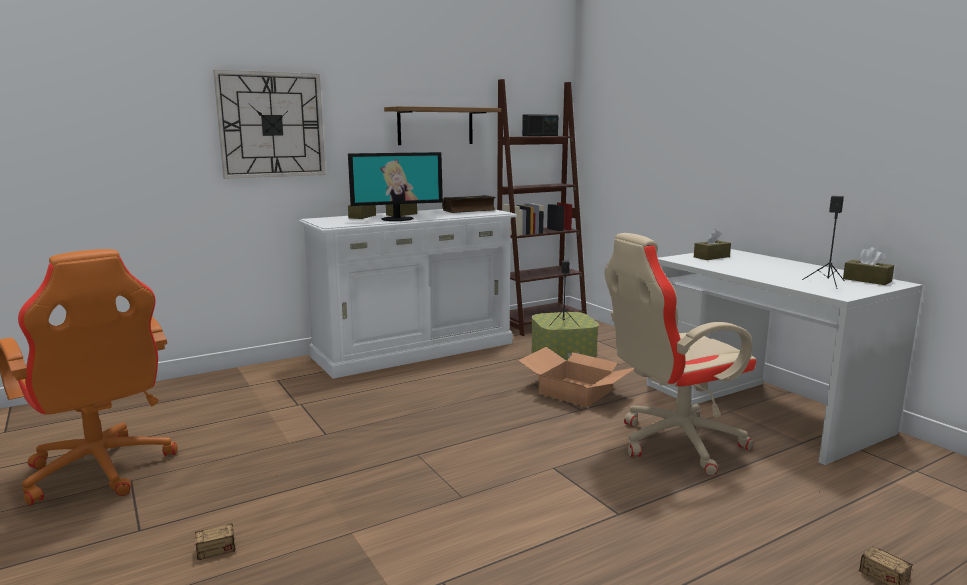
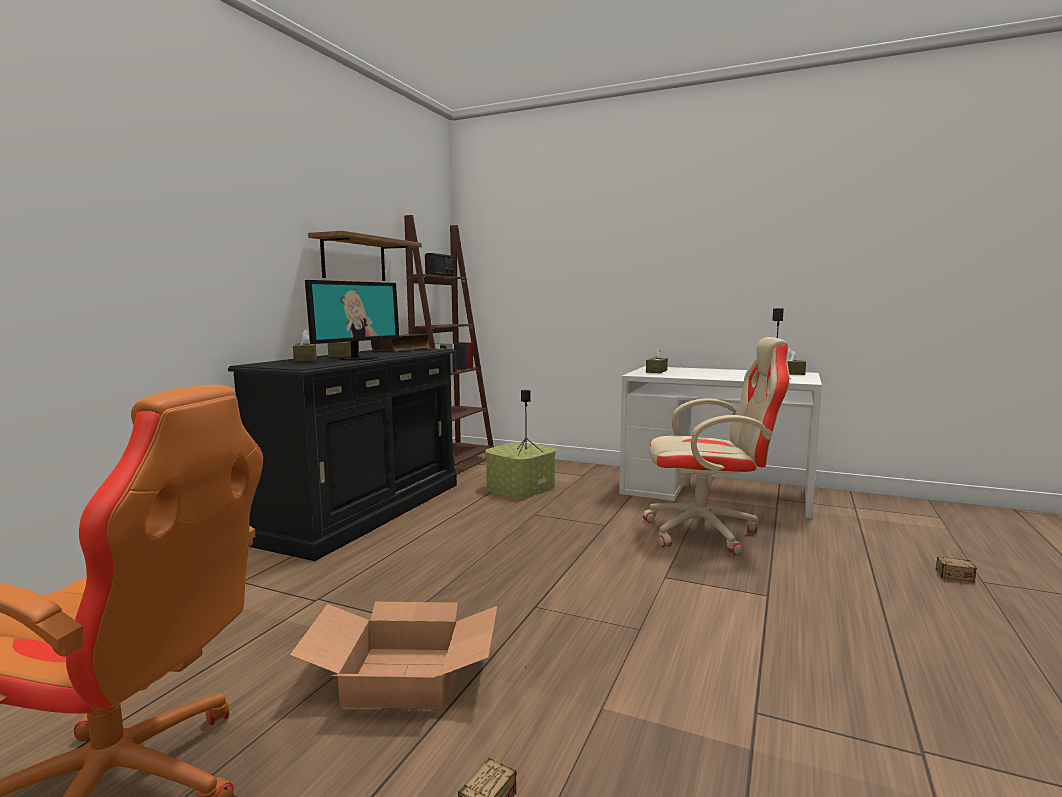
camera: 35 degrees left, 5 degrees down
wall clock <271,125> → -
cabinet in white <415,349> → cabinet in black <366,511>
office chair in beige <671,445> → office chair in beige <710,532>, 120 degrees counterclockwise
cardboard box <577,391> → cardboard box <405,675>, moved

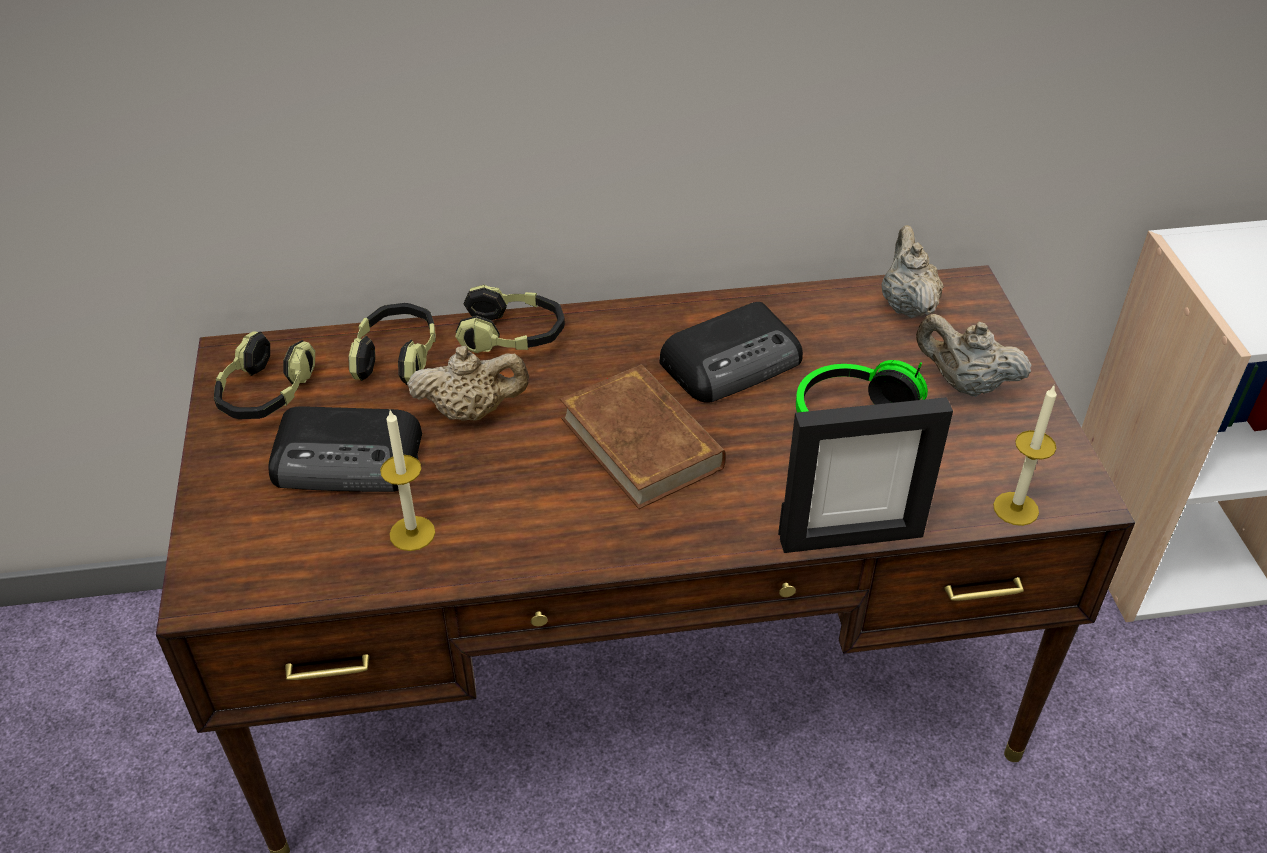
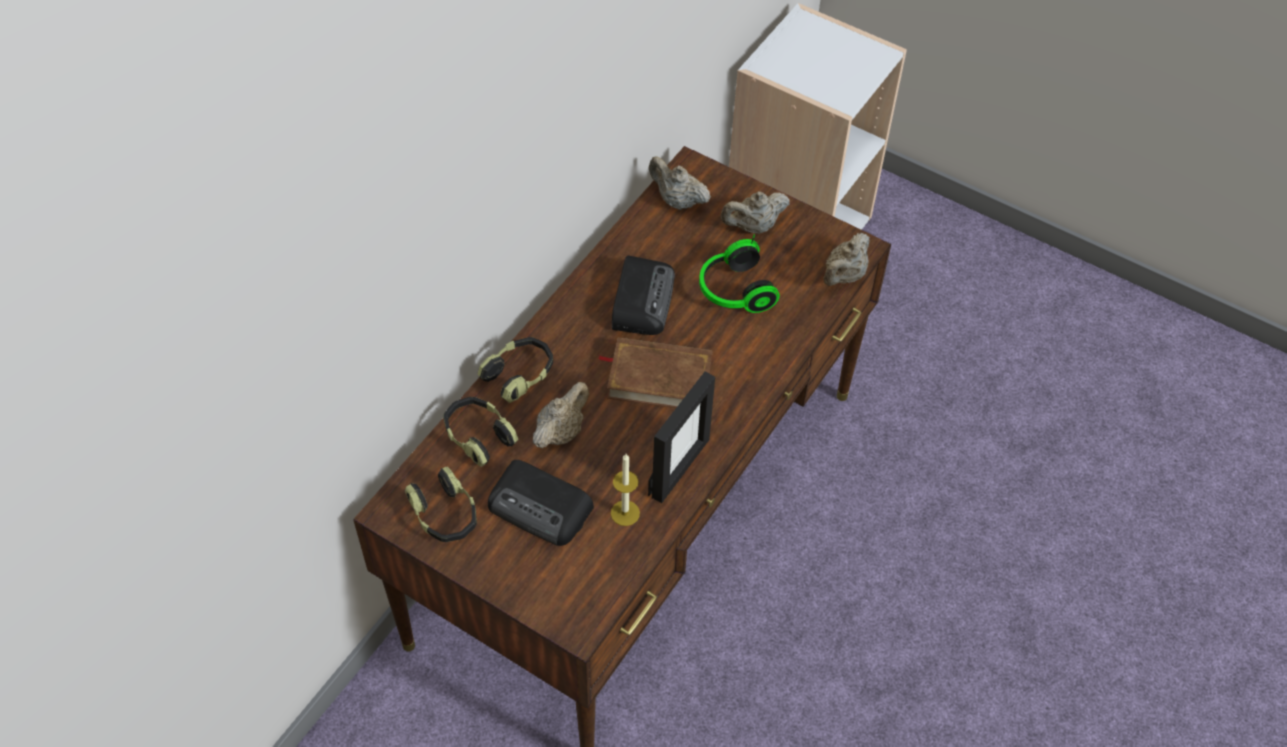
camera: 50 degrees left, 10 degrees up
candle <1016,508> → teapot in beige <844,276>
picture frame <850,535> → picture frame <679,467>, moved
radio <349,460> → radio <541,507>, 75 degrees clockwise

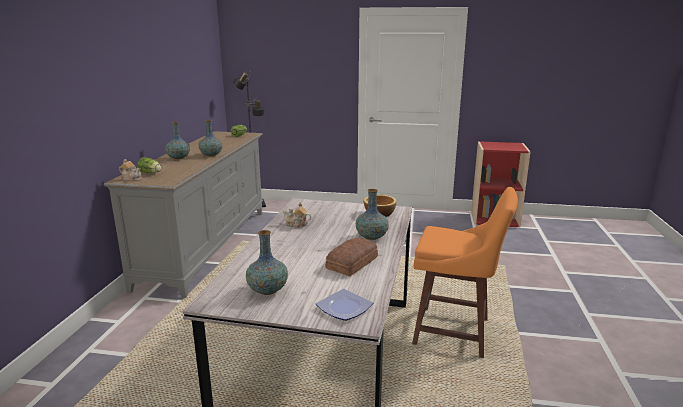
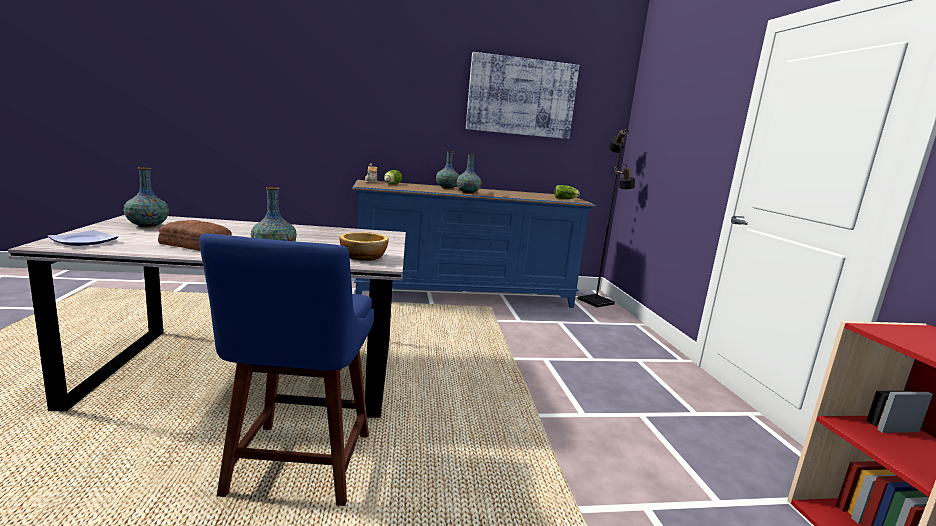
camera: 70 degrees right, 5 degrees down
cabinet in grey <208,246> → cabinet in blue <464,295>
stool in orange <456,332> → stool in blue <297,467>
teapot <296,225> → -
- → picture <521,97>

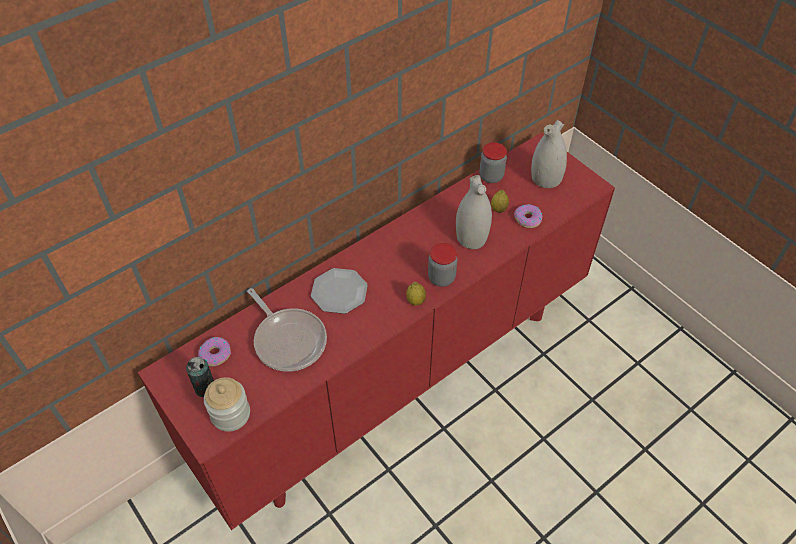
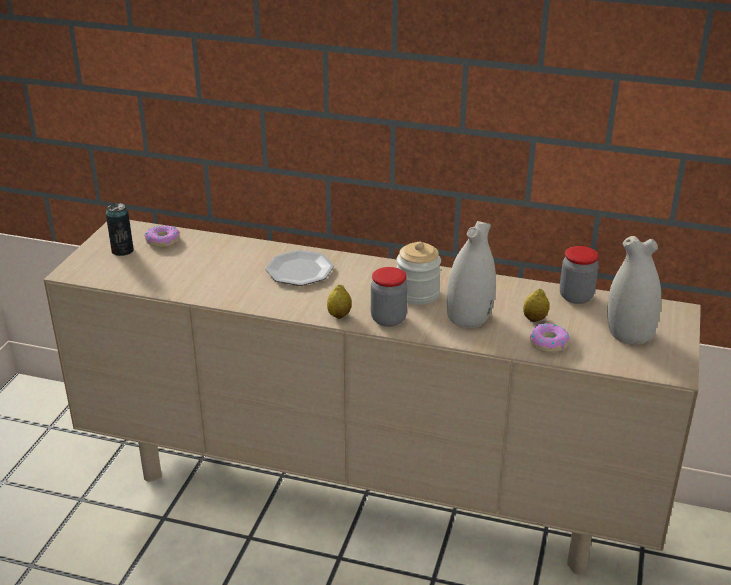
camera: 55 degrees right, 20 degrees down
cabinet in red <397,378> → cabinet in beige <367,489>
frying pan <288,340> → -
jar <230,414> → jar <417,294>, moved

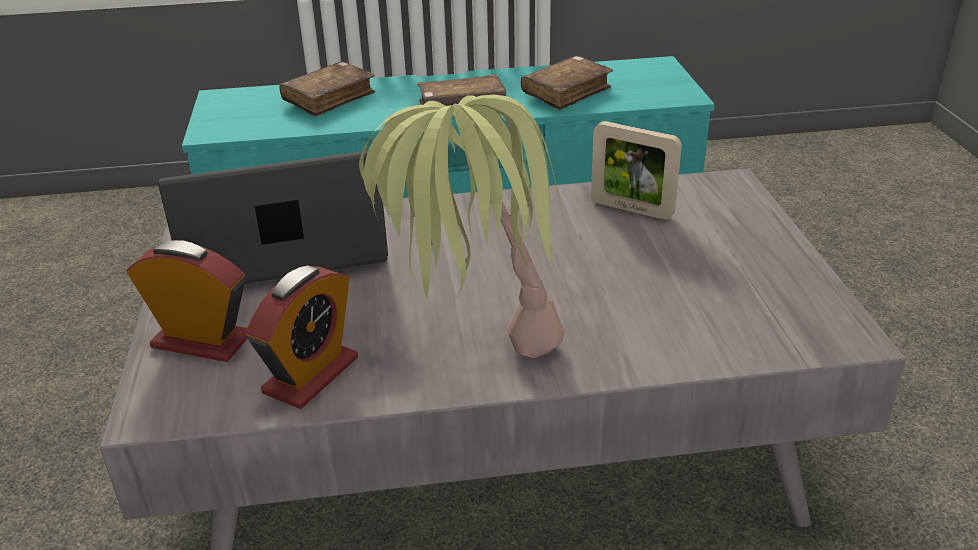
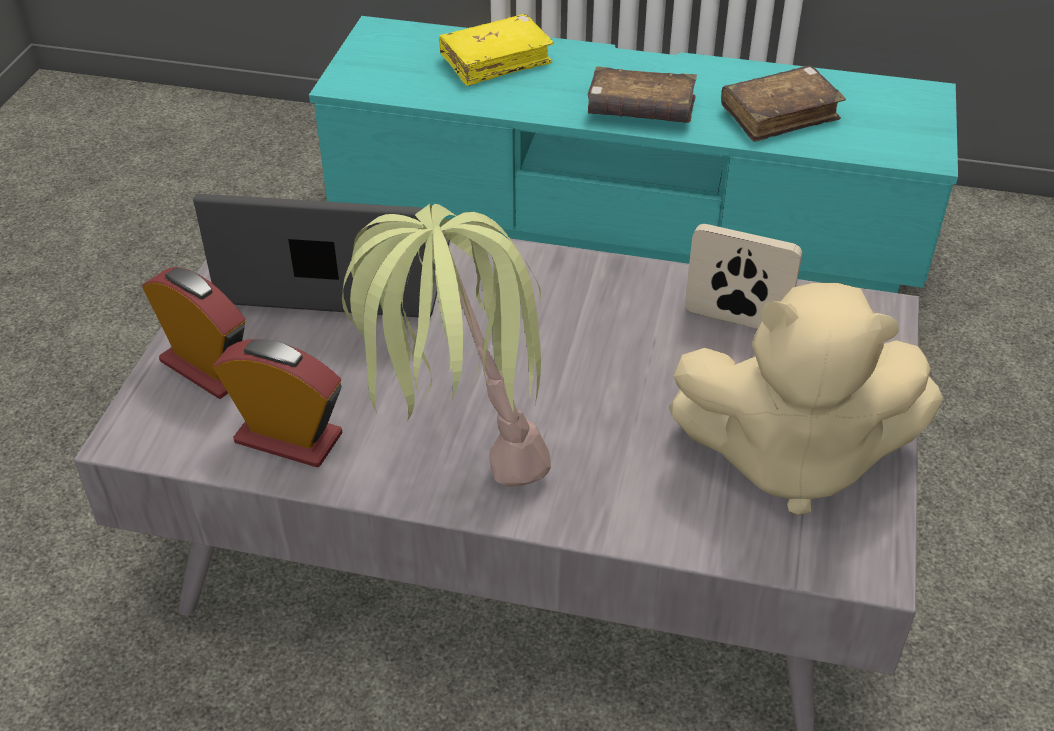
camera: 20 degrees right, 10 degrees up
book in brown <329,98> → book in yellow <496,60>
picture frame <631,209> → picture frame <735,319>, 150 degrees clockwise
alarm clock <311,375> → alarm clock <288,438>, 120 degrees counterclockwise
- → plush toy in beige <791,457>

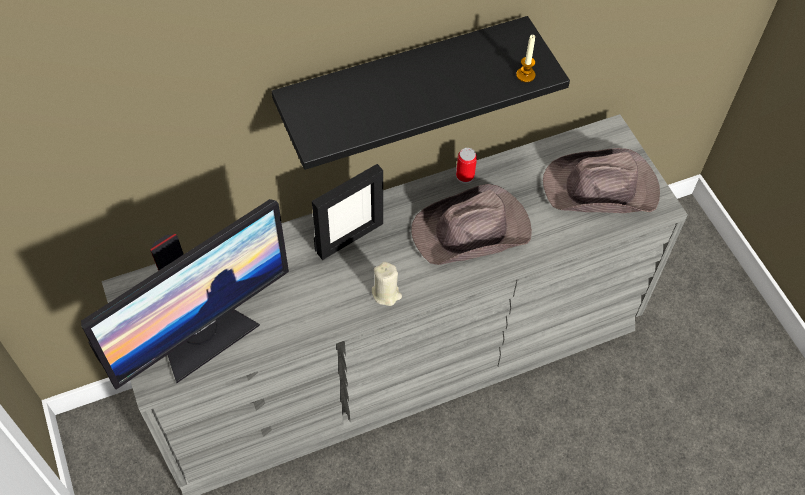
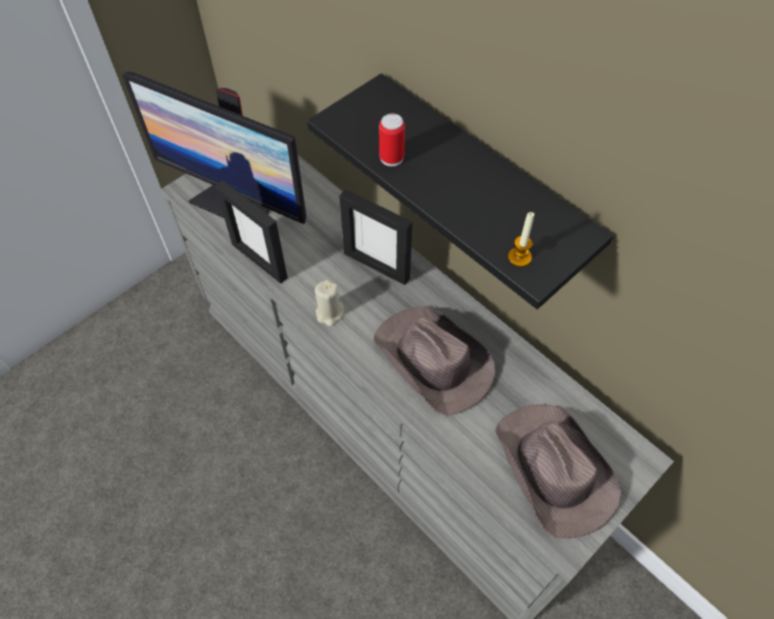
camera: 70 degrees right, 0 degrees up
can <465,176> → can <391,157>, moved
- → picture frame <260,260>

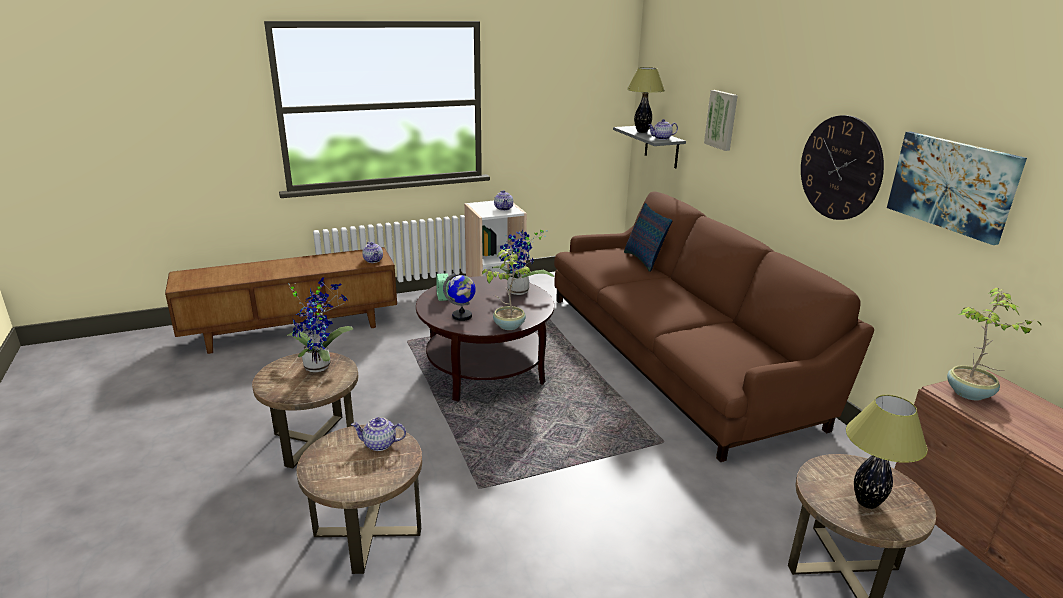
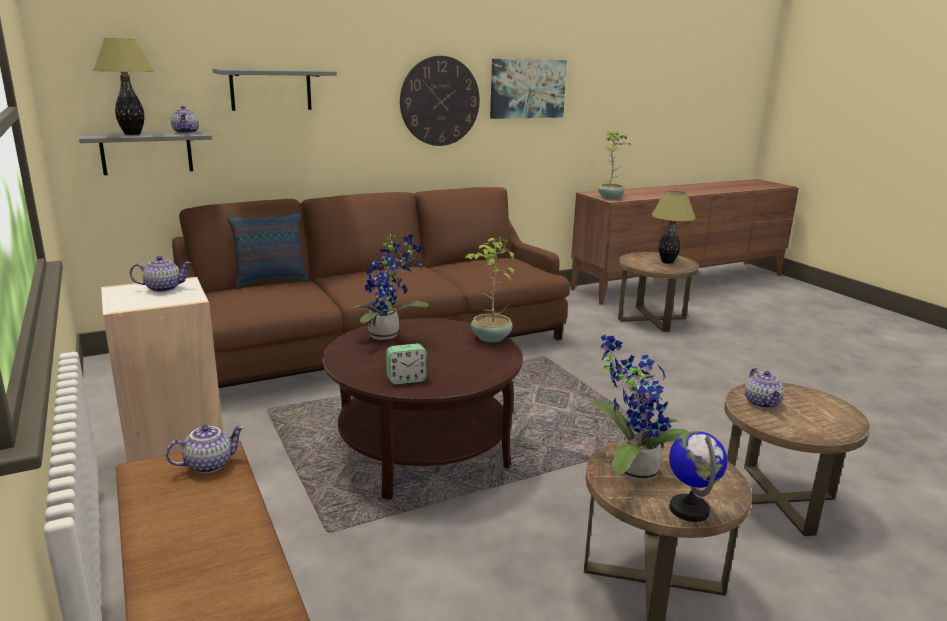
camera: 95 degrees left, 5 degrees down
picture <722,120> → shelf in grey <271,89>
globe <462,316> → globe <689,509>, moved

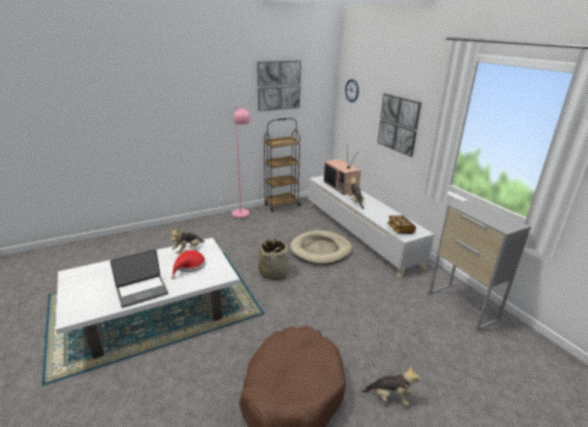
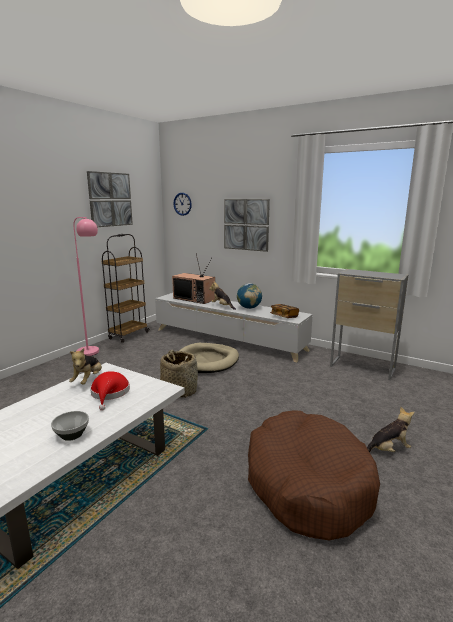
camera: 30 degrees left, 10 degrees down
laptop <142,291> → bowl <72,434>
- → globe <249,308>

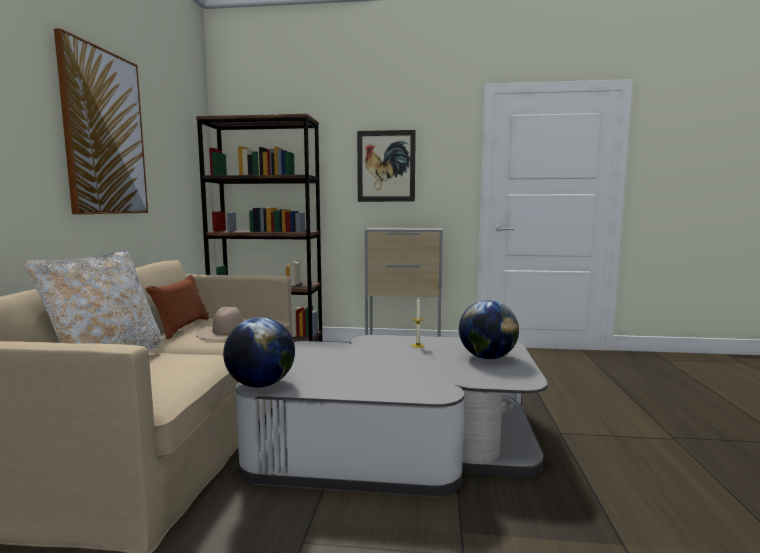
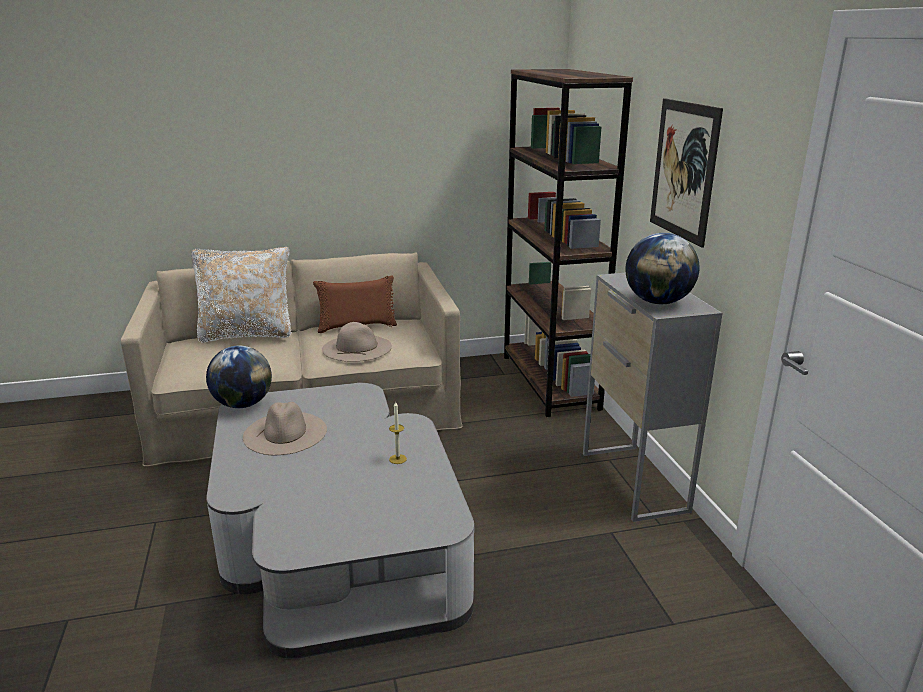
camera: 70 degrees right, 15 degrees up
picture <104,133> → -
globe <487,357> → globe <658,302>, moved
- → hat in beige <285,433>

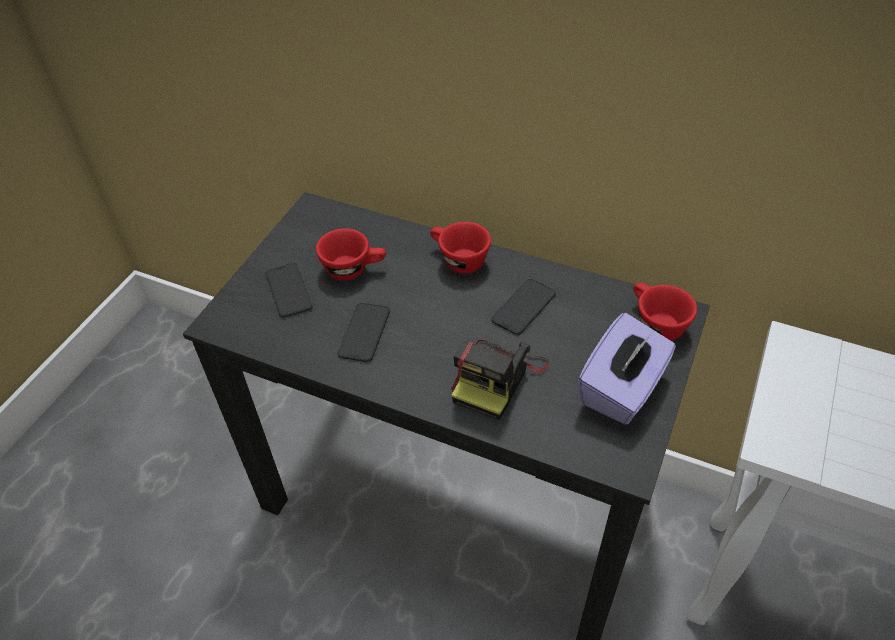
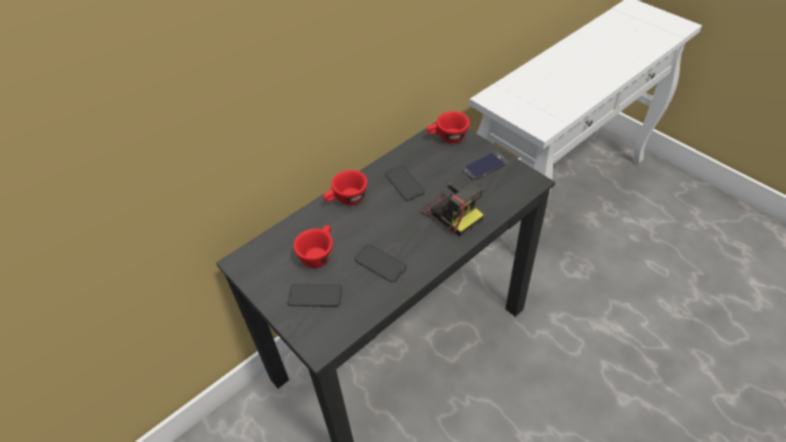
camera: 65 degrees left, 0 degrees up
tissue box in purple <622,389> → phone <484,166>

